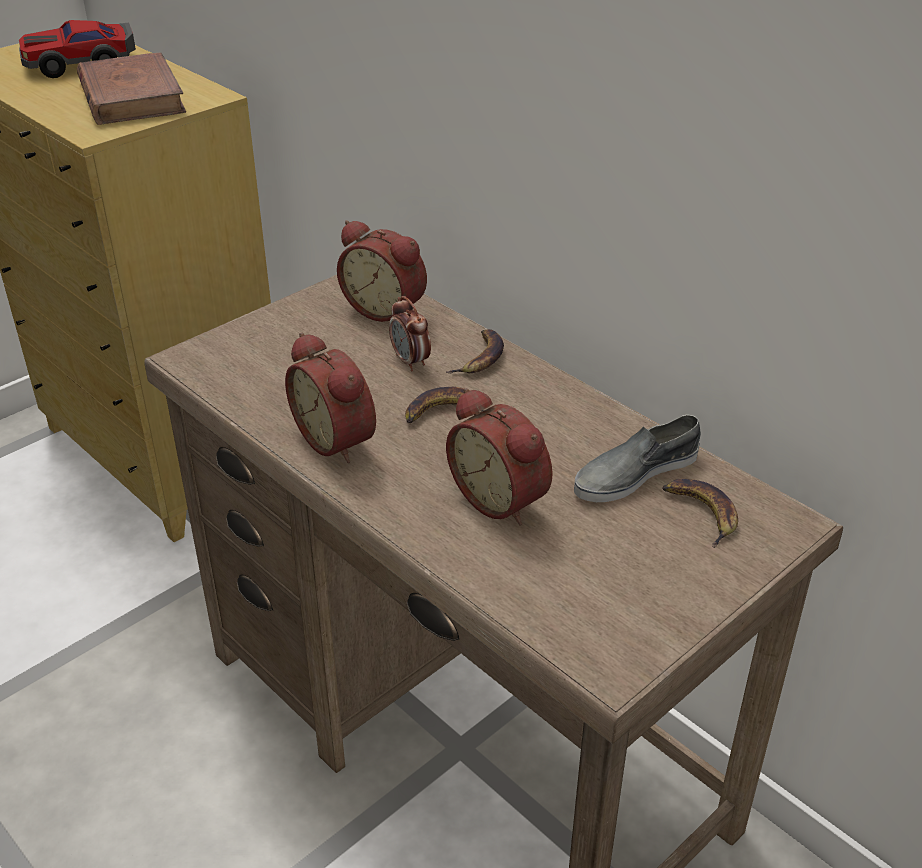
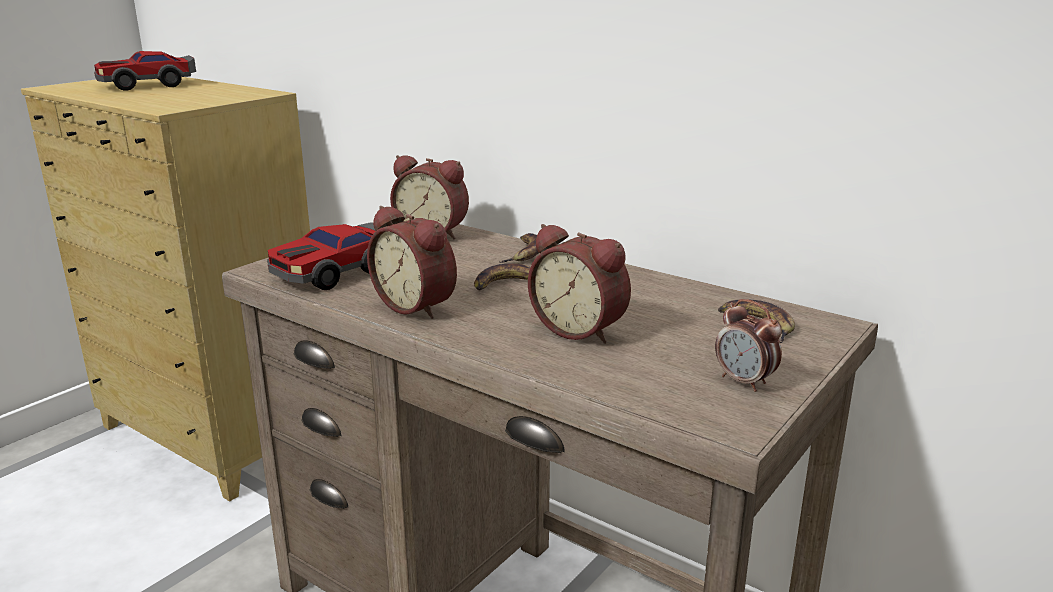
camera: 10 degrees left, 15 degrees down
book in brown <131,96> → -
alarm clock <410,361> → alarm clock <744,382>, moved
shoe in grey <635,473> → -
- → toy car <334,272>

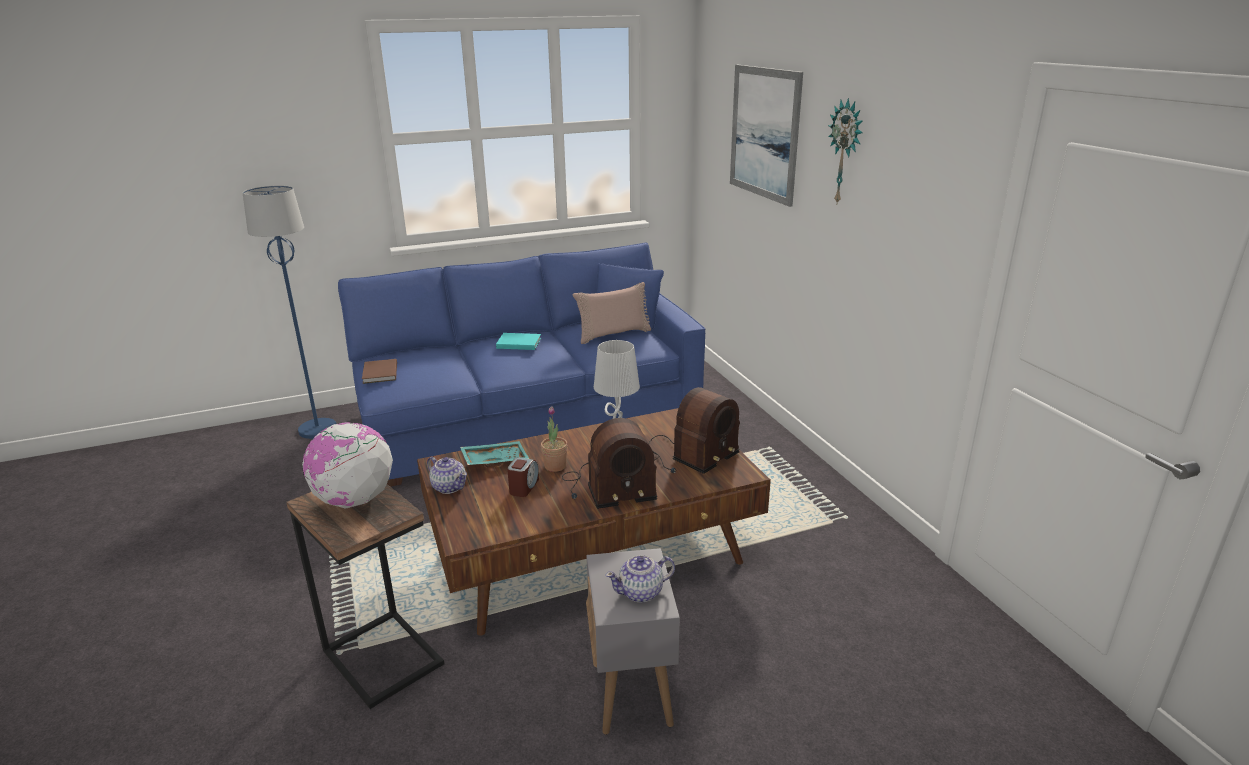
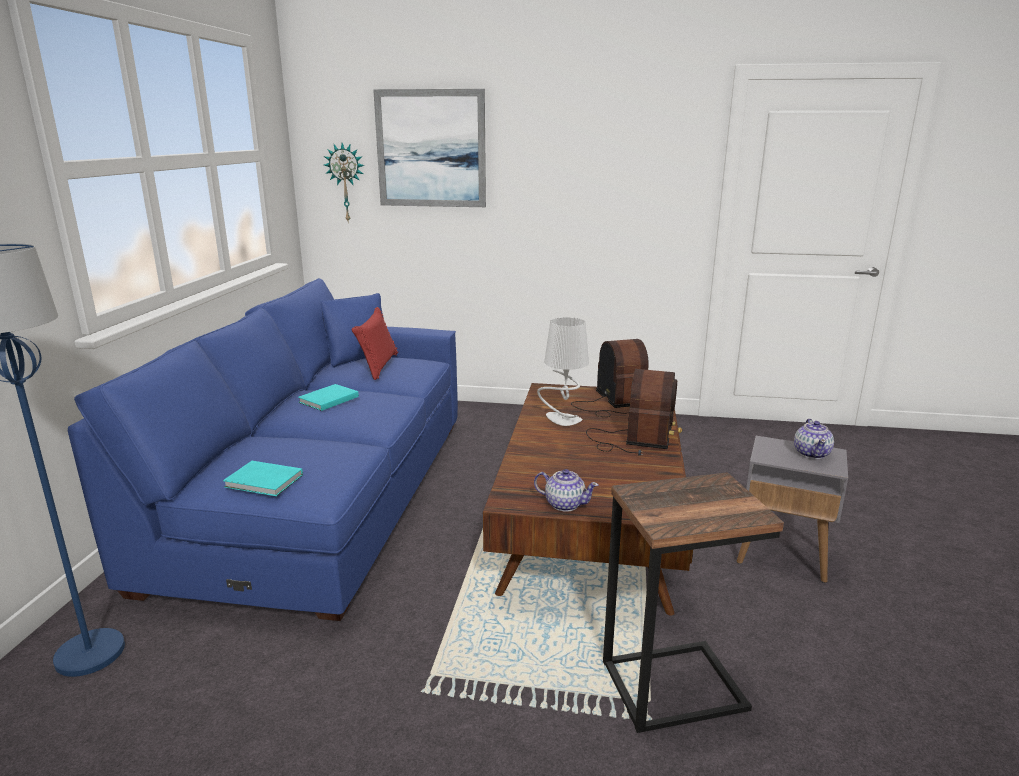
camera: 60 degrees left, 5 degrees down
wall clock <846,152> → wall clock <346,183>, moved
pillow in beige <613,335> → pillow in red <378,366>
book in brown <379,374> → book in turquoise <265,482>
potted plant <555,466> → -
globe <354,500> → -
tray in turquoise <495,460> → -
teapot <449,487> → teapot <564,504>, 45 degrees clockwise
alarm clock <524,487> → -

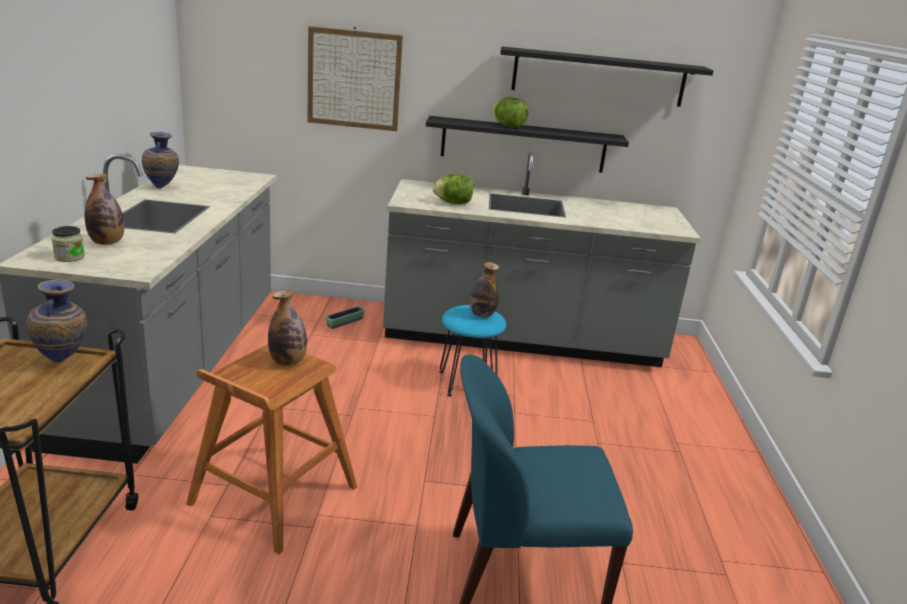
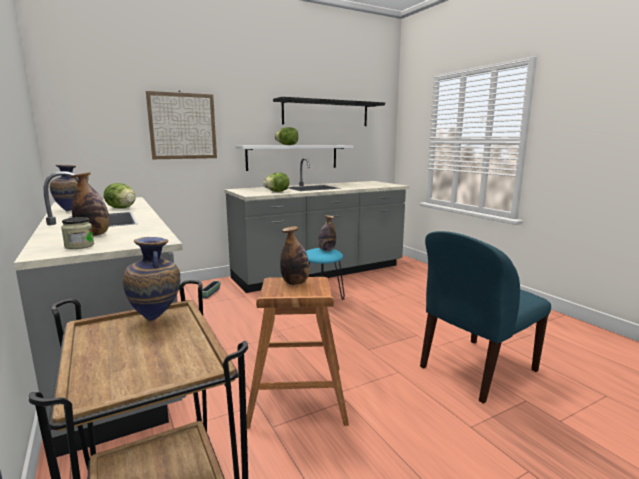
camera: 30 degrees left, 10 degrees down
shelf in black <523,144> → shelf in white <293,157>
- → lettuce <122,208>

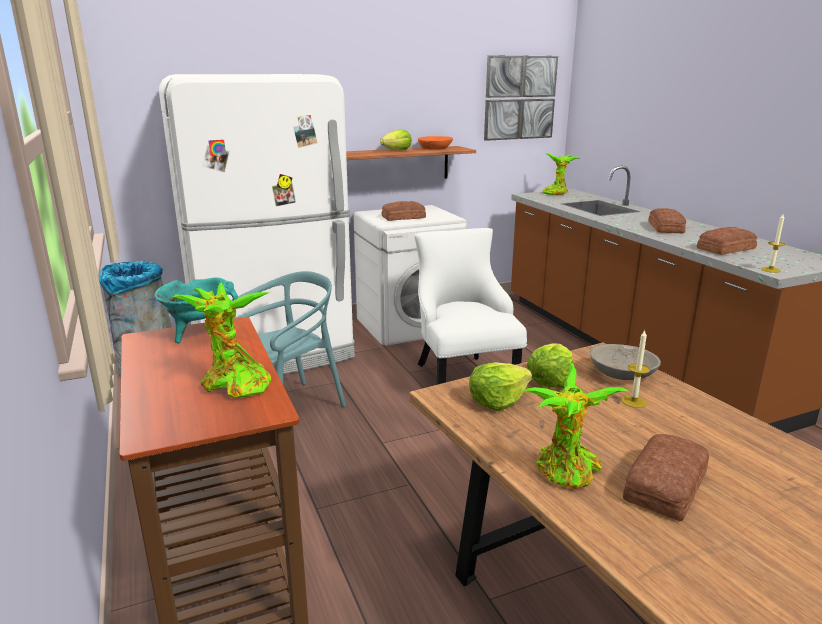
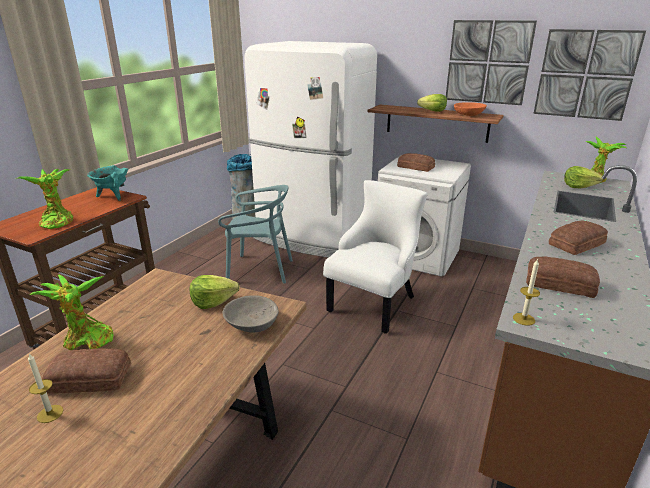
camera: 50 degrees right, 5 degrees up
candle <634,401> → candle <50,414>, moved
lettuce <497,400> → lettuce <578,186>, moved
- → picture <488,62>

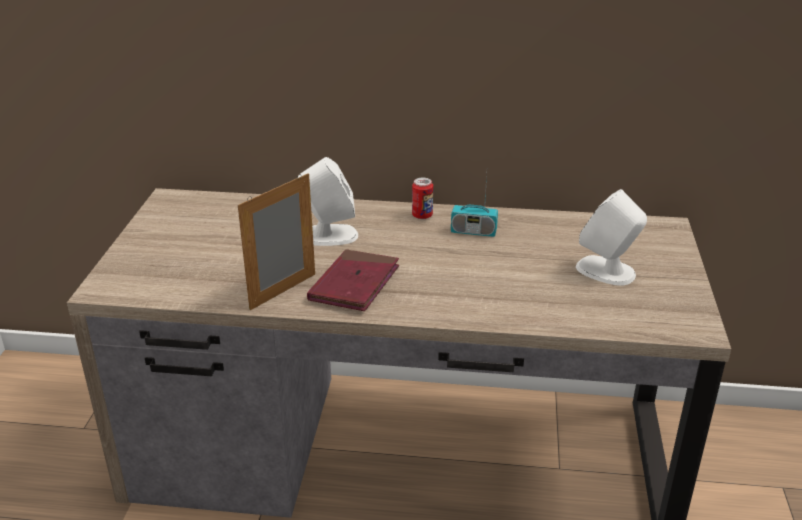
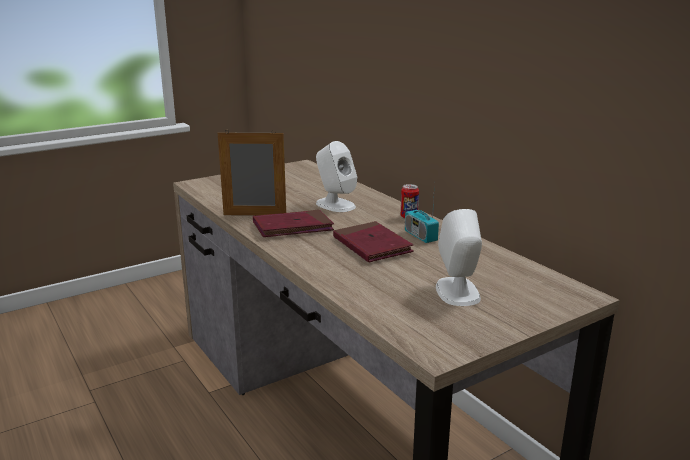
camera: 50 degrees right, 10 degrees down
- → book in red <372,246>

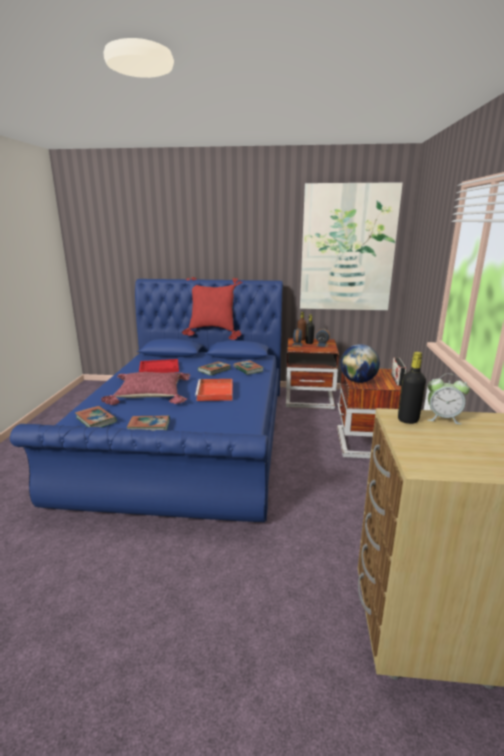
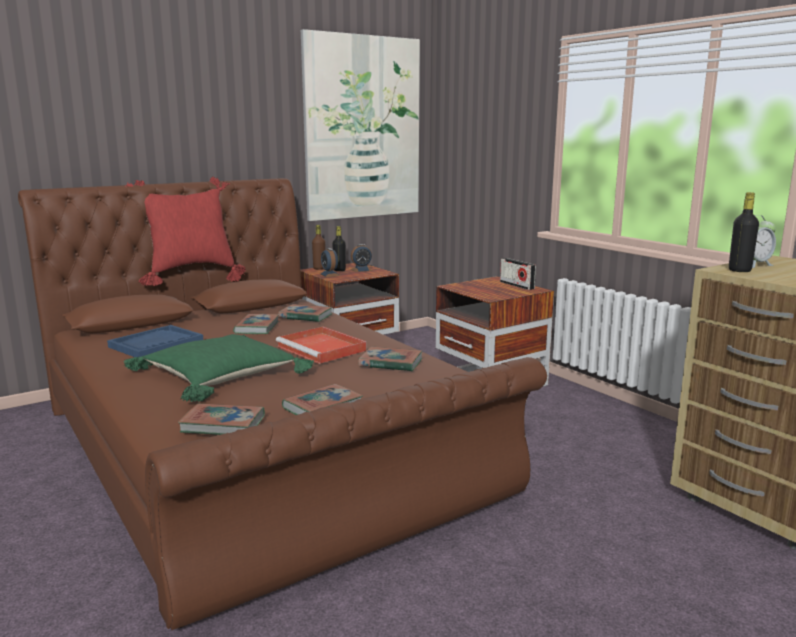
camera: 40 degrees left, 5 degrees down
bed in blue <188,436> → bed in brown <256,446>
globe <358,381> → -
tray in red <159,368> → tray in blue <156,344>
pillow in red <150,392> → pillow in green <219,373>
- → book <390,363>

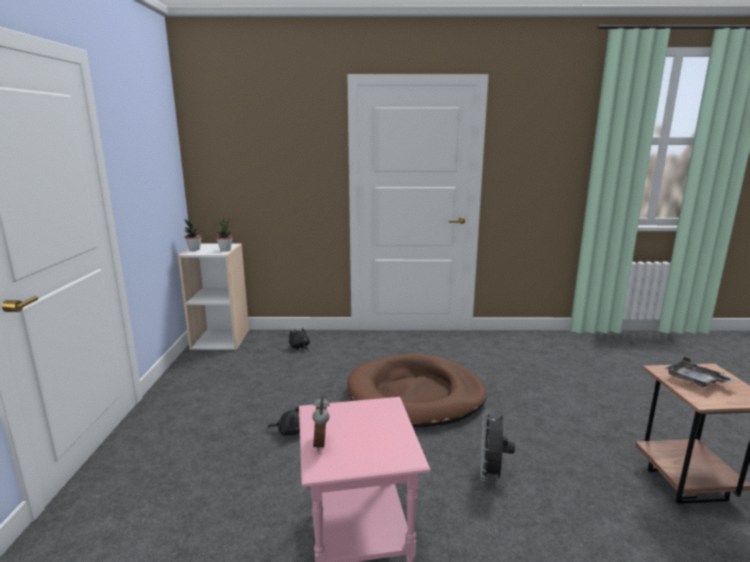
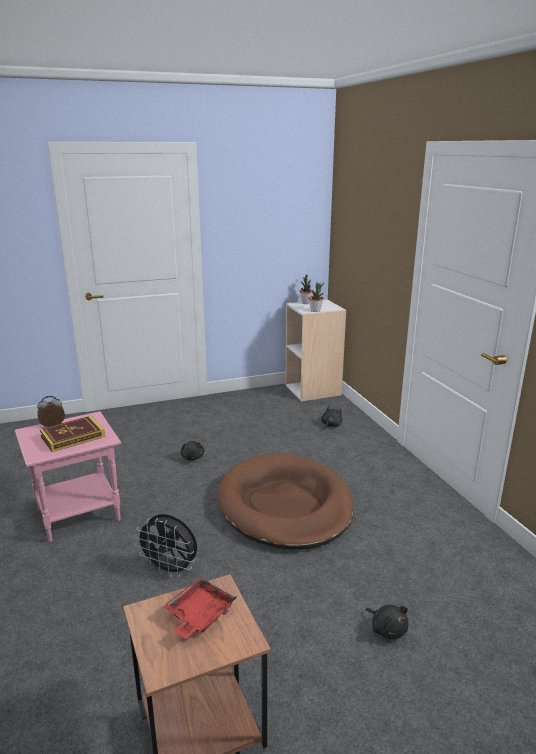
camera: 70 degrees right, 5 degrees up
tray in grey <695,380> → tray in red <199,615>
fan in black <491,474> → fan in black <170,569>, 150 degrees counterclockwise
- → book <73,437>
- → plush toy in black <387,629>

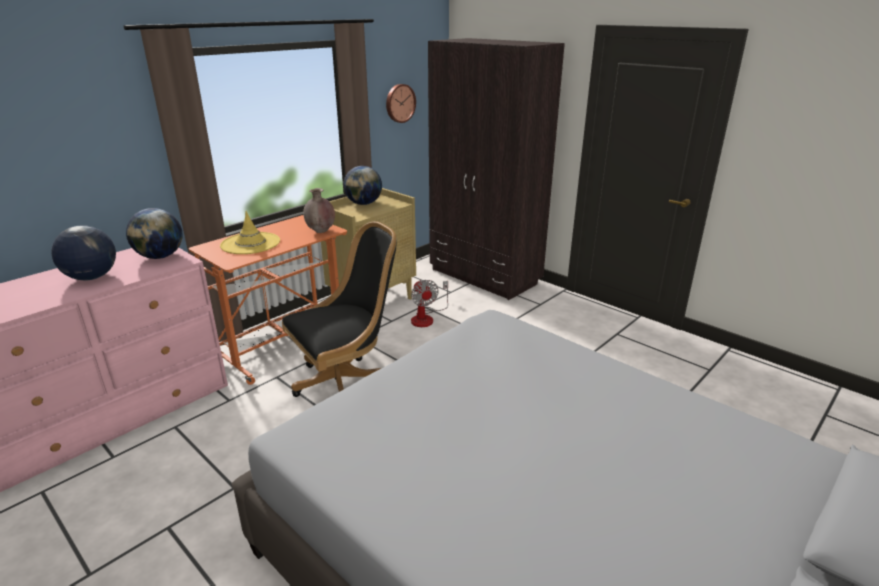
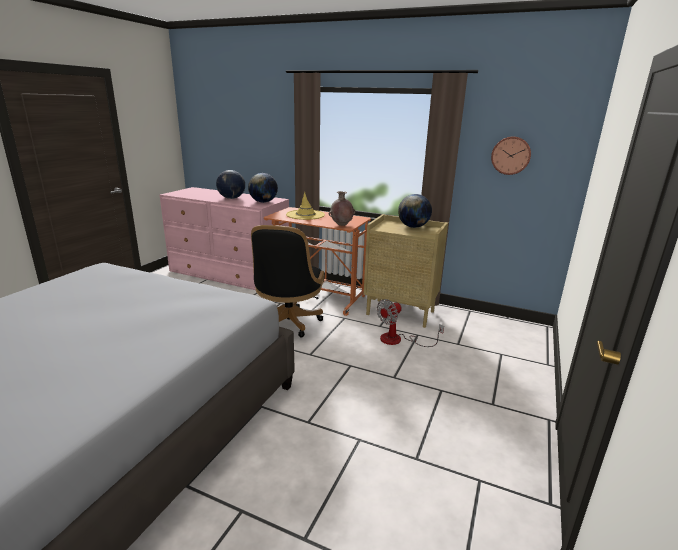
camera: 70 degrees right, 5 degrees down
wardrobe in brown <484,276> → -
office chair in black <345,380> → office chair in black <288,325>, 60 degrees clockwise

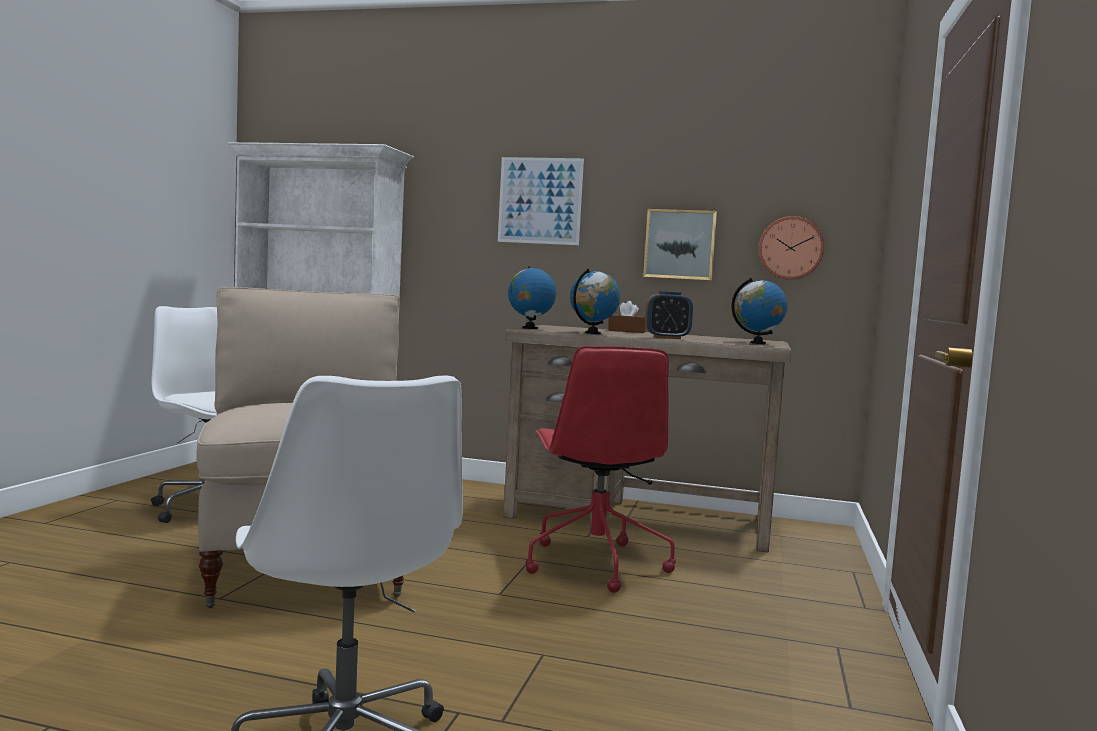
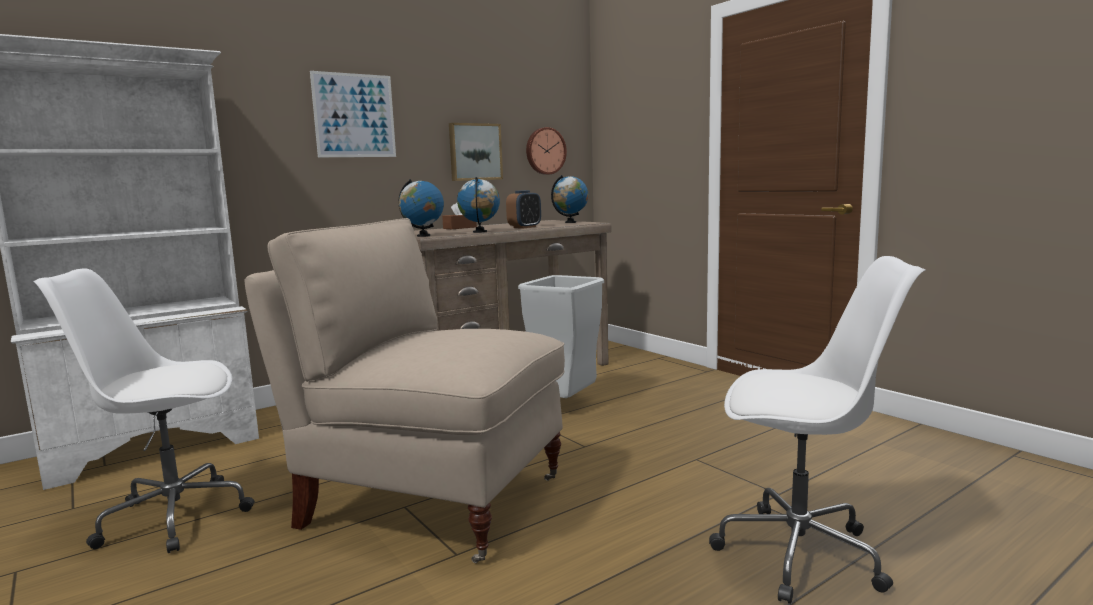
camera: 50 degrees left, 5 degrees up
office chair in red <594,562> → trash can in grey <565,406>

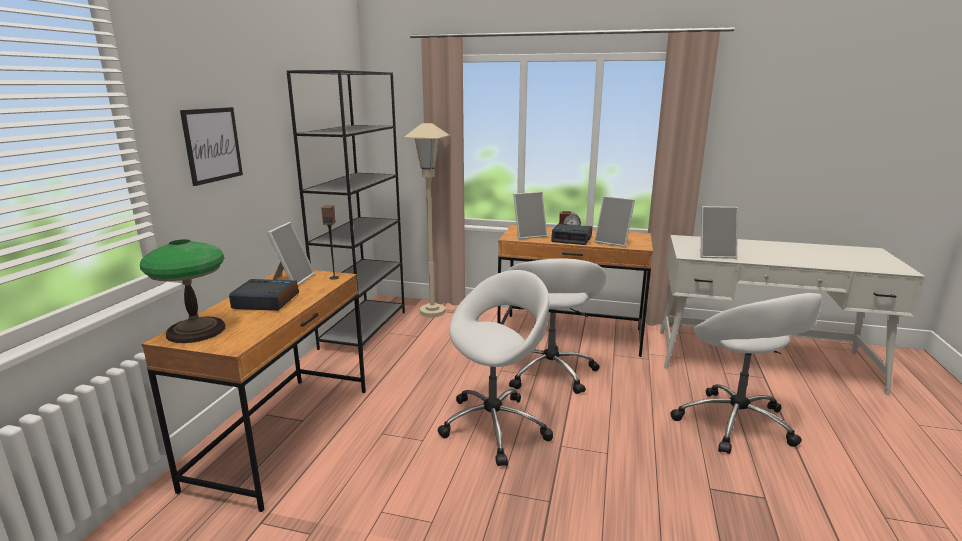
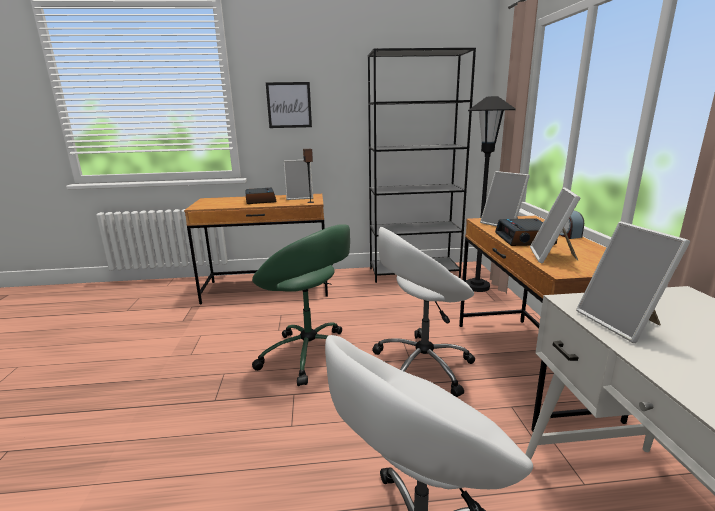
camera: 70 degrees right, 0 degrees up
floor lamp in beige <432,312> → floor lamp in black <476,287>
table lamp <195,331> → -
office chair in white <496,425> → office chair in green <310,355>

